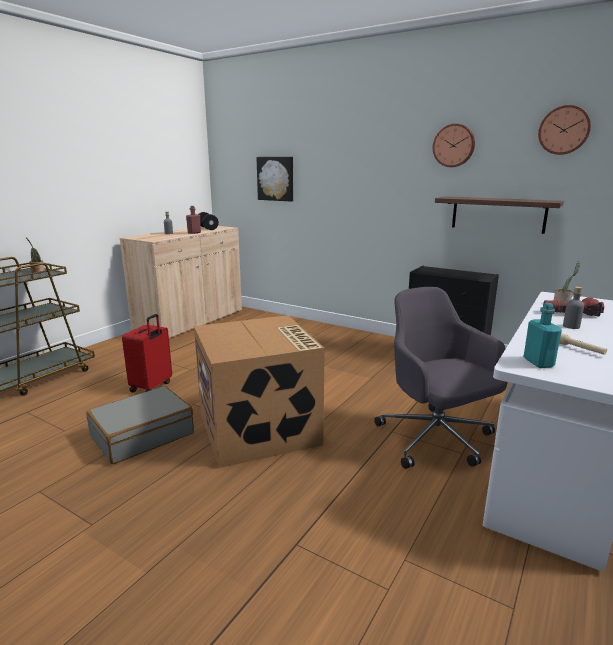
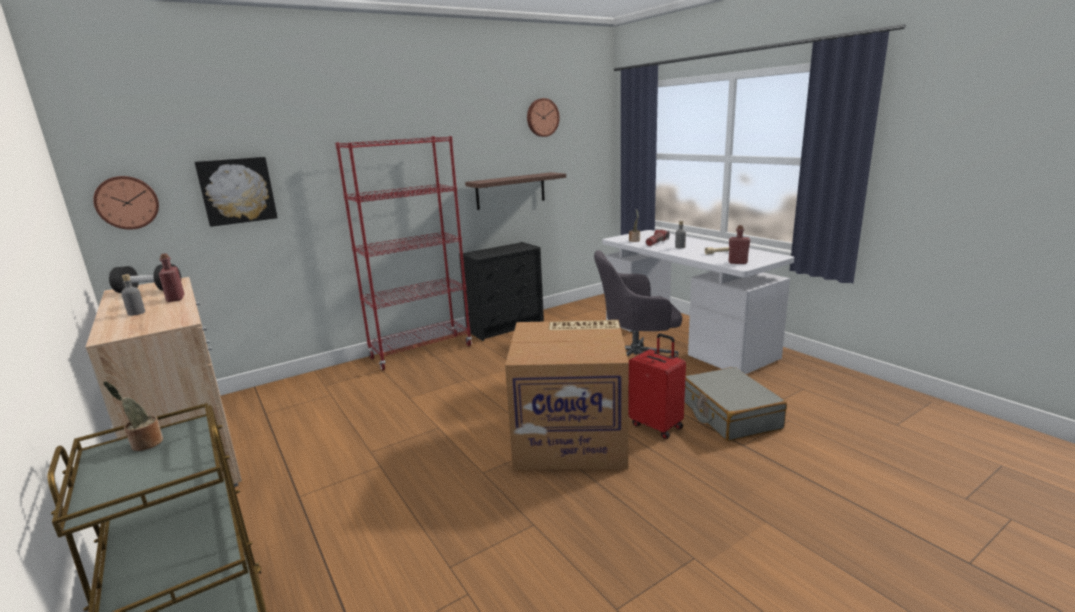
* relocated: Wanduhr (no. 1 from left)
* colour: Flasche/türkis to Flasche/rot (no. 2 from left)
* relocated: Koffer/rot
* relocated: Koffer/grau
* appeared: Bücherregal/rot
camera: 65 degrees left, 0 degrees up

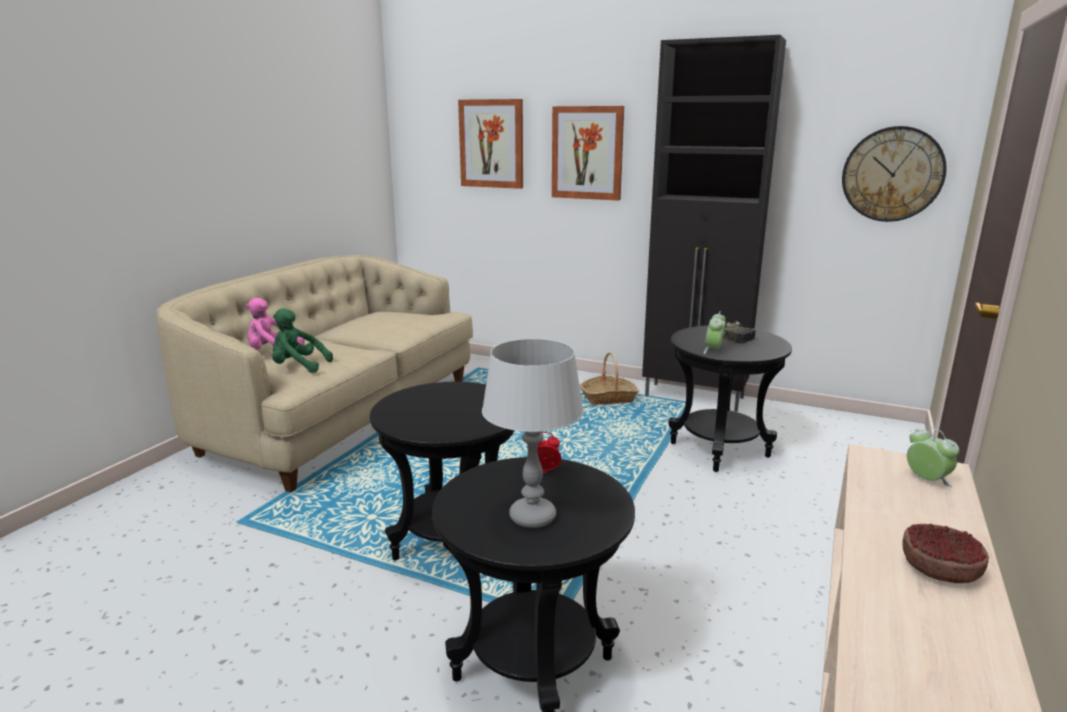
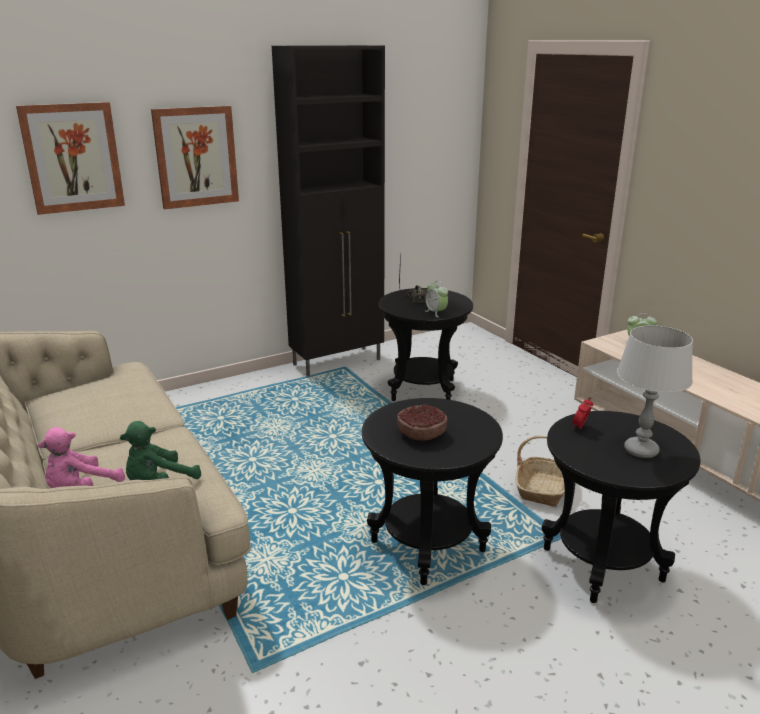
* missing: Wanduhr
* relocated: Korb
* relocated: Schüssel
camera: 55 degrees left, 5 degrees up

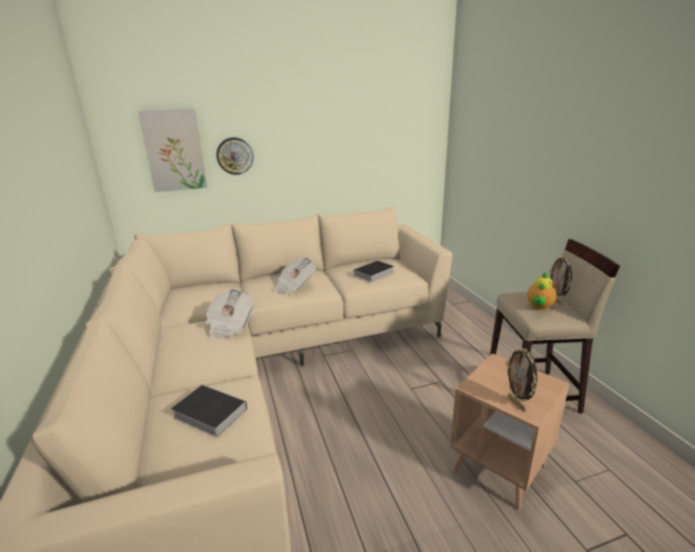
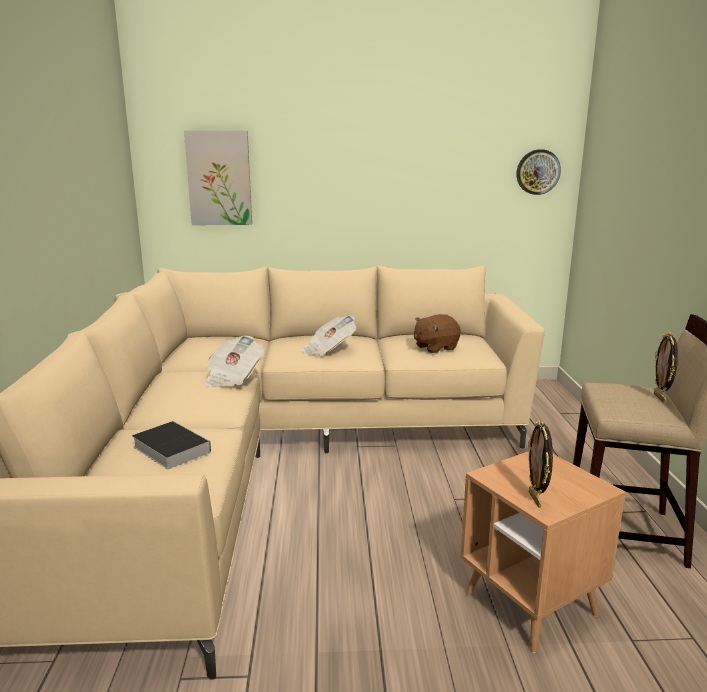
* relocated: Wanduhr
* exchanged: Buch (no. 2 from left) to Plüschtier/braun
* missing: Teekanne
camera: 15 degrees right, 5 degrees down

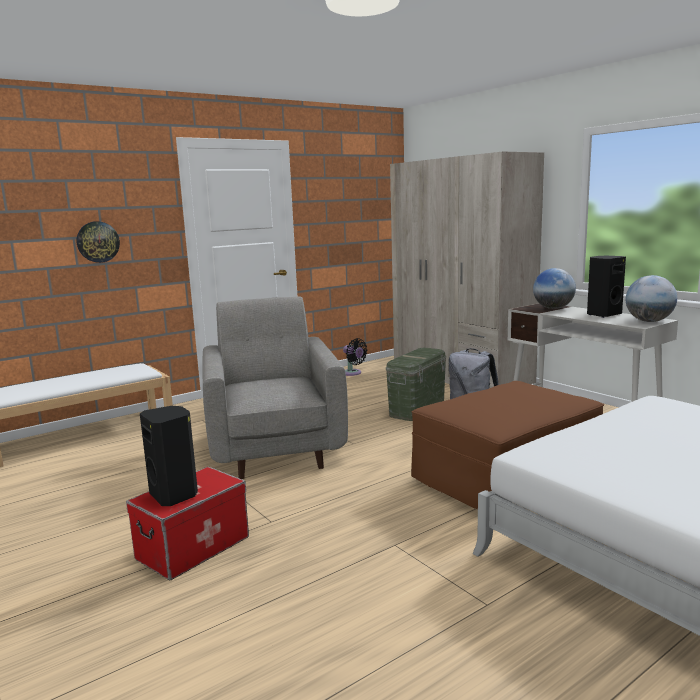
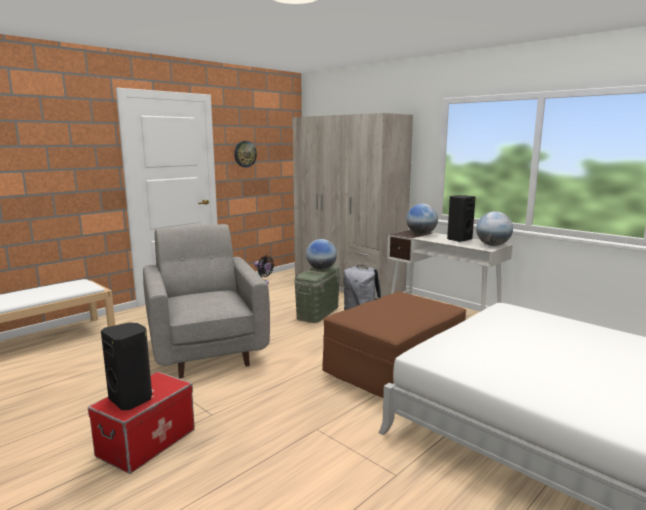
* relocated: Wanduhr
* appeared: Globus (no. 1 from left)
camera: 10 degrees left, 0 degrees up

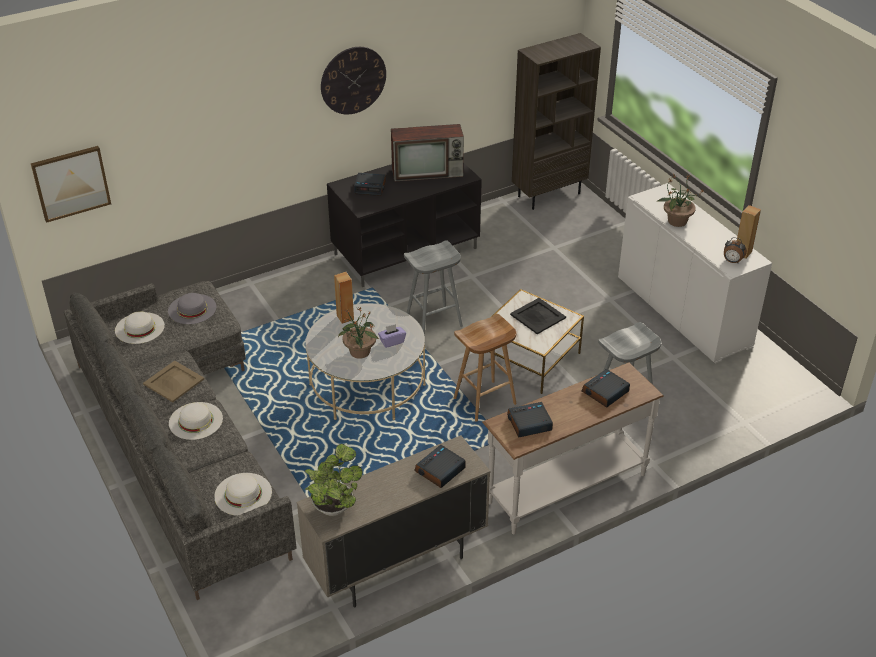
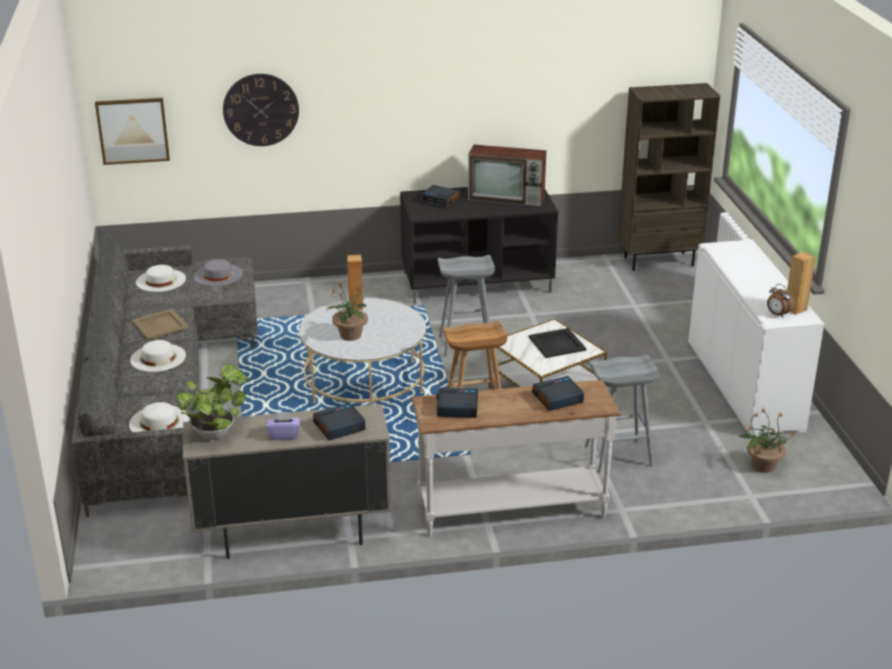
* relocated: Wanduhr
* relocated: Topfpflanze (no. 3 from left)
* relocated: Taschentuchbox/lila
camera: 20 degrees right, 10 degrees down

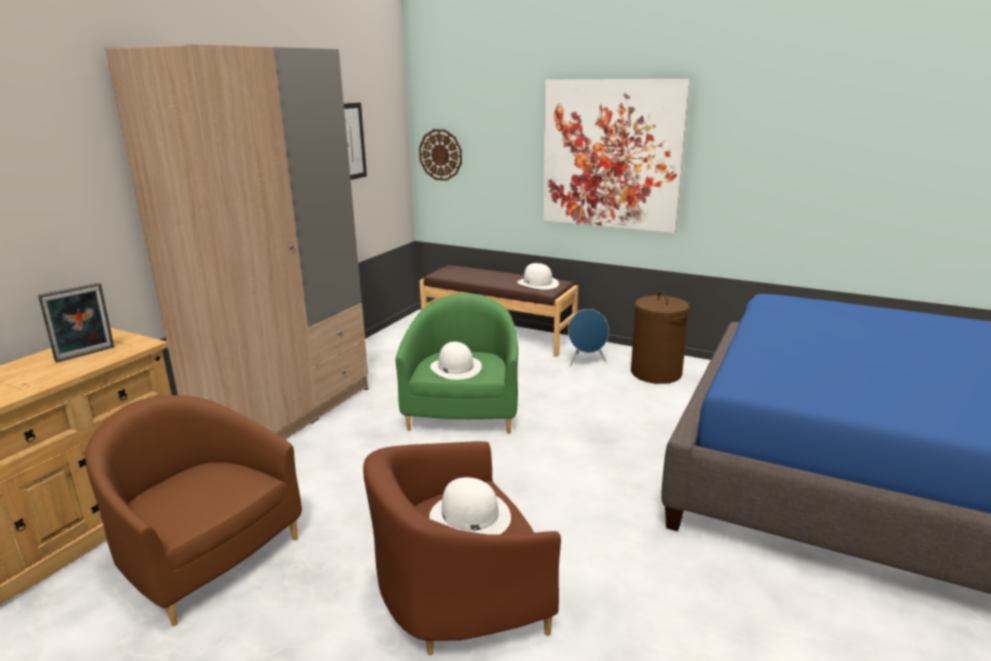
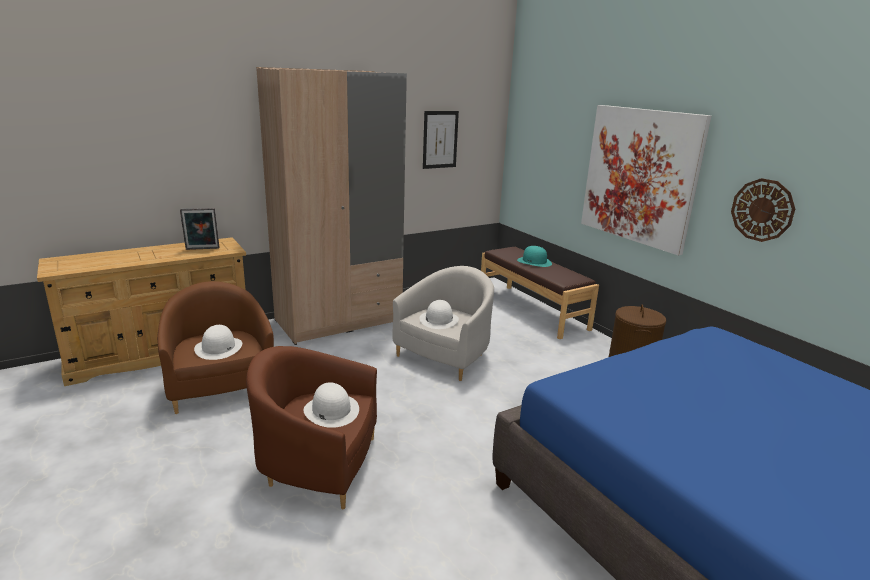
* relocated: Wanduhr
* relocated: Hut/weiß (no. 3 from left in the first image) to Hut/weiß (no. 1 from left)
* colour: Sessel/grün to Sessel/weiß
* missing: Lautsprecher/blau
* appeared: Hut/türkis
camera: 30 degrees right, 0 degrees up

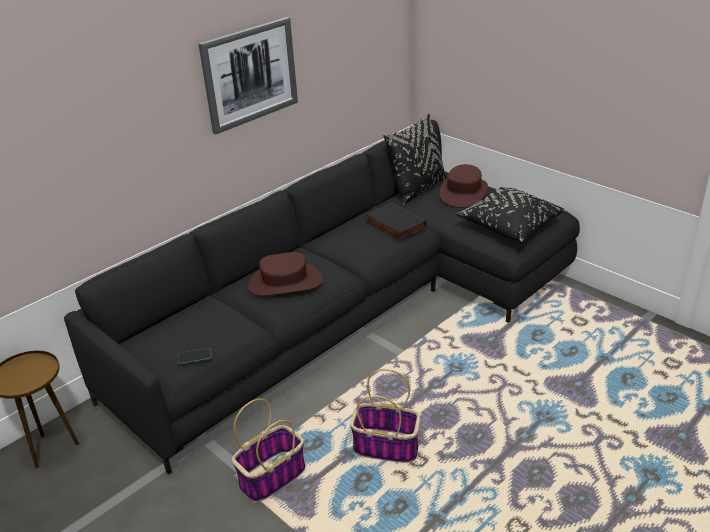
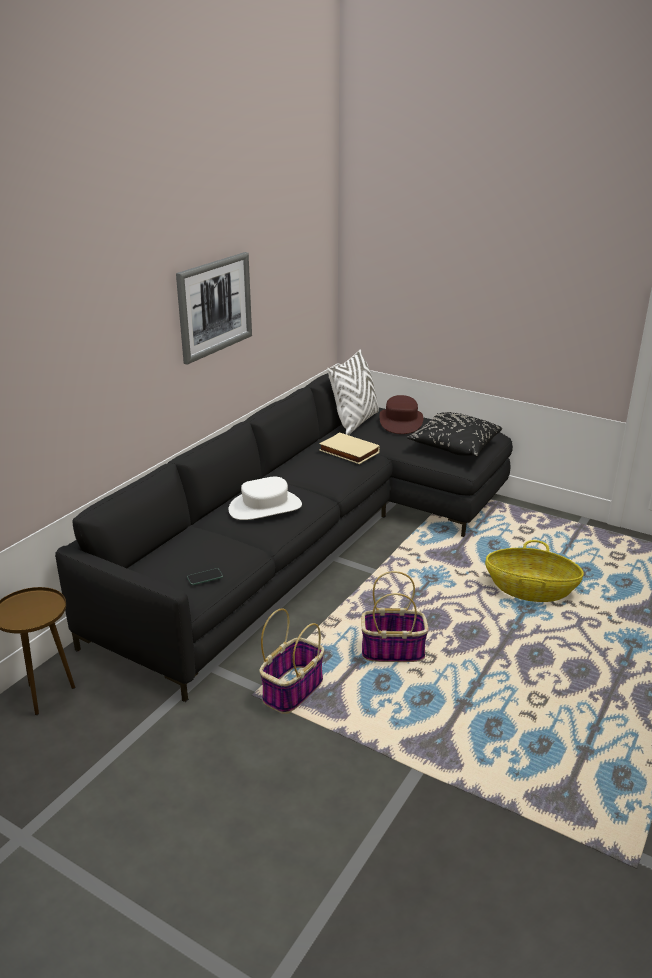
* colour: Kissen/schwarz (no. 1 from left) to Kissen/weiß
* colour: Buch/schwarz to Buch/beige
* colour: Hut/braun (no. 1 from left) to Hut/weiß
* appeared: Korb (no. 3 from left)
camera: 15 degrees left, 5 degrees down

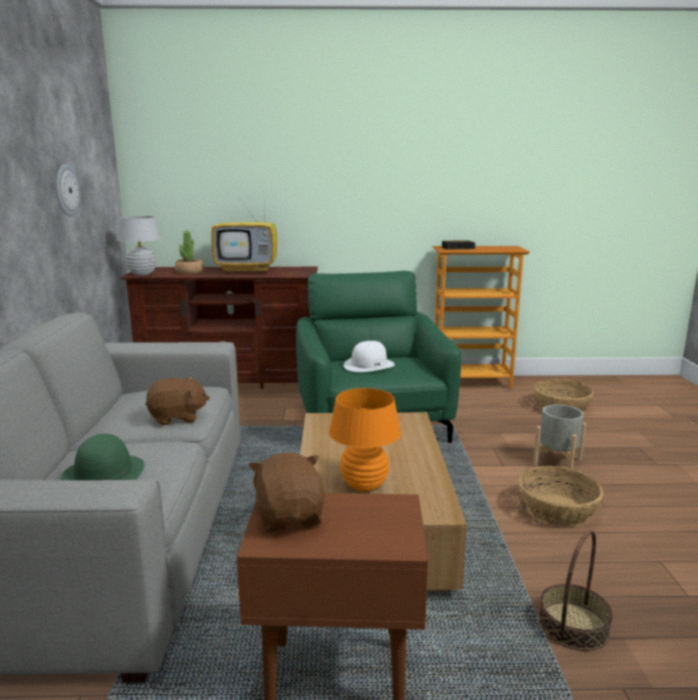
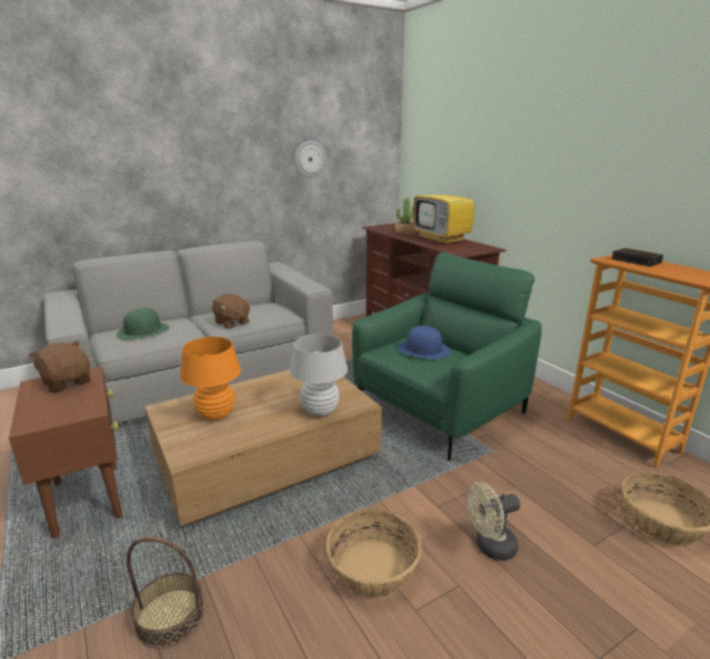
* relocated: Tischlampe/weiß
* colour: Hut/weiß to Hut/blau
* exchanged: Pflanzkübel/grau to Ventilator/beige
* spun: Plüschtier/braun (no. 2 from left in the first image) 90 degrees counterclockwise
camera: 60 degrees right, 5 degrees up

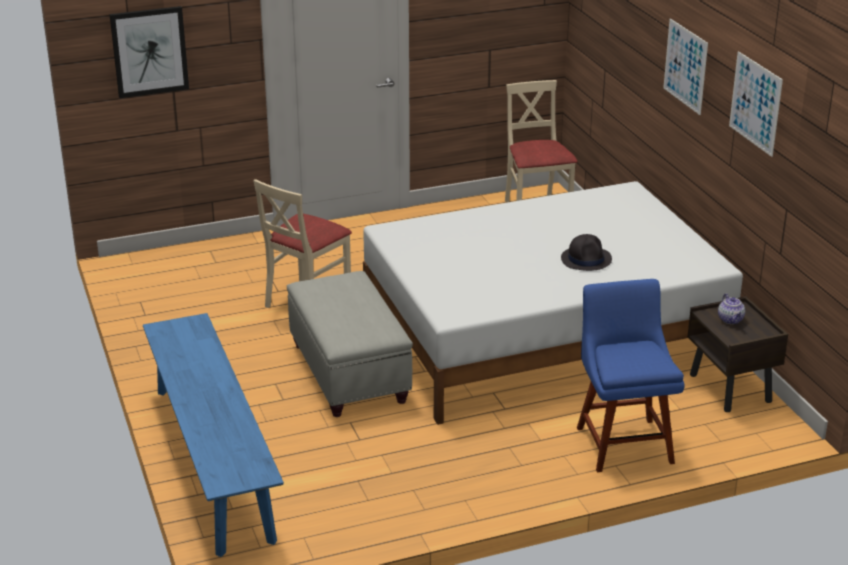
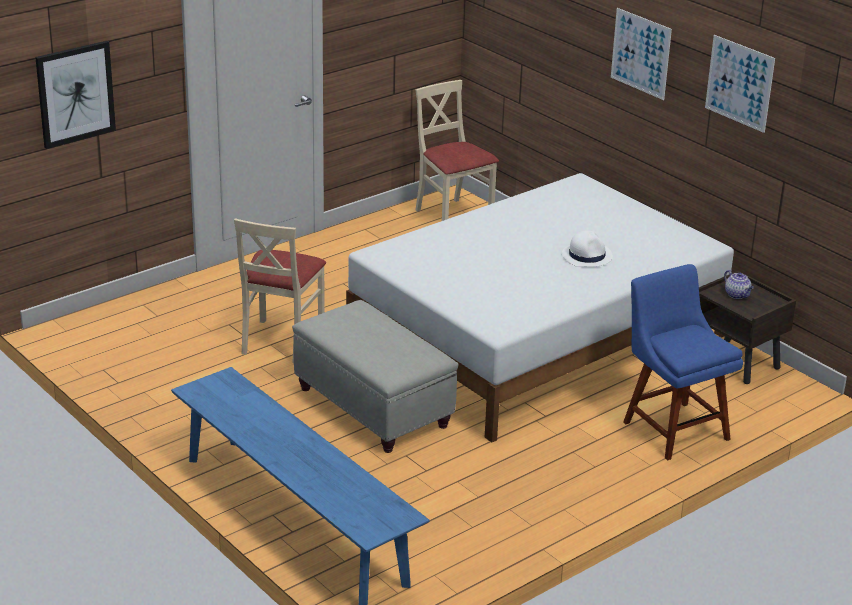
* colour: Hut/schwarz to Hut/weiß
camera: 20 degrees left, 0 degrees up

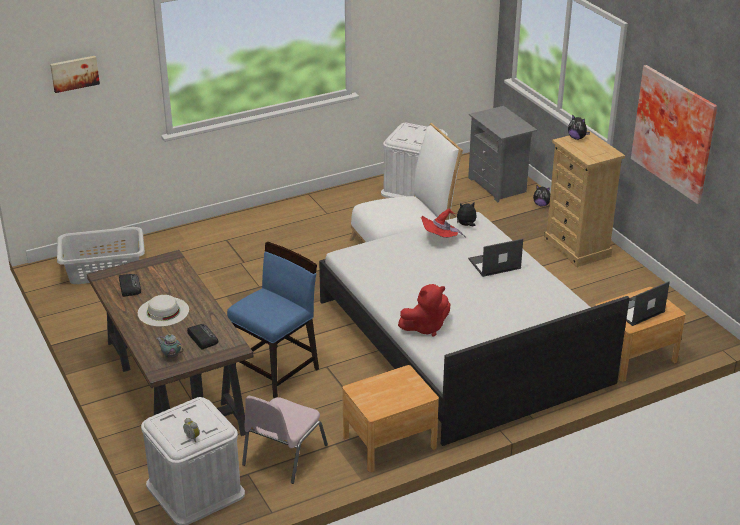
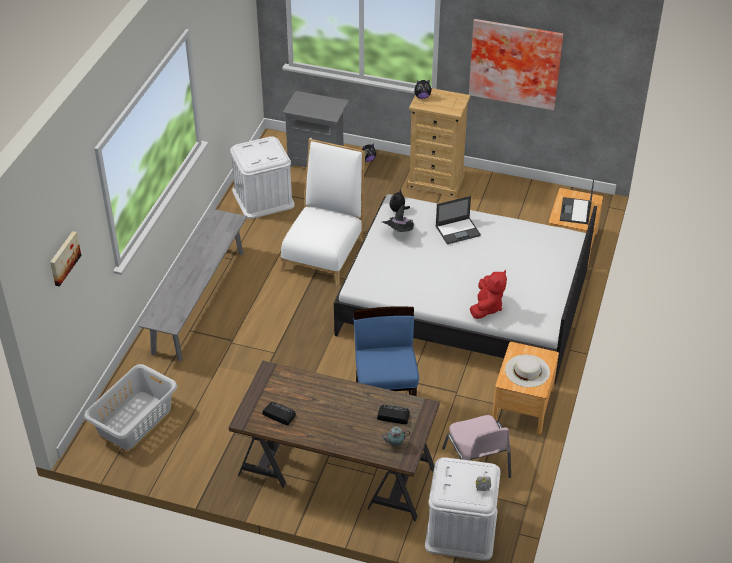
* colour: Hut/rot to Hut/schwarz
* spun: Laptop (no. 1 from left) 135 degrees counterclockwise
* relocated: Hut/weiß
* appeared: Bank/grau
camera: 45 degrees left, 10 degrees up

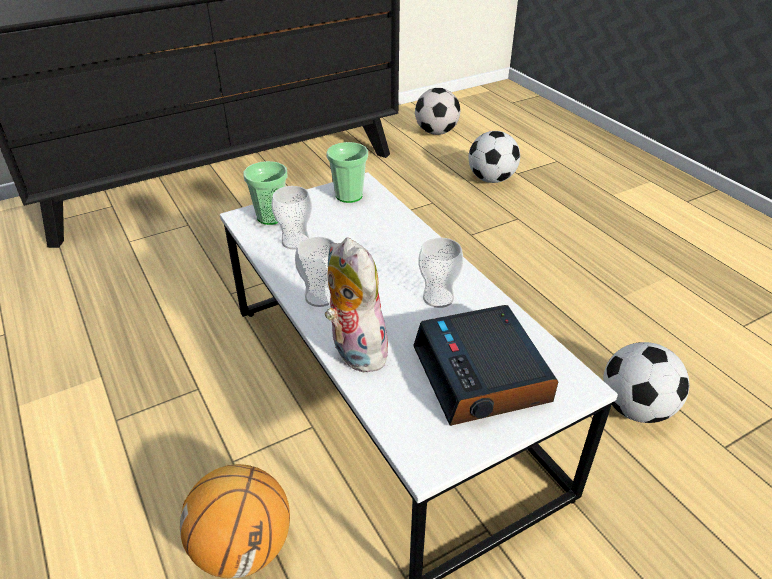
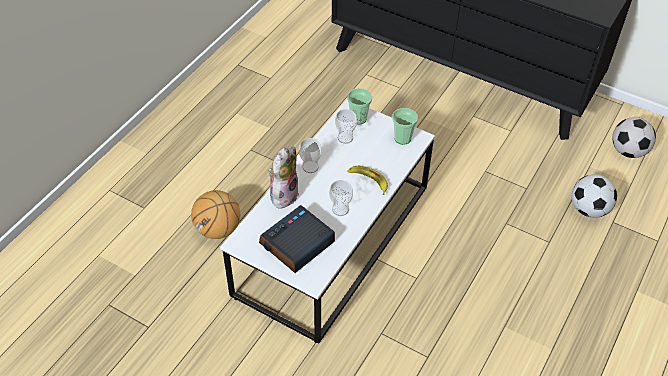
* missing: Fußball (no. 3 from left)
* appeared: Banane
camera: 60 degrees right, 10 degrees up

